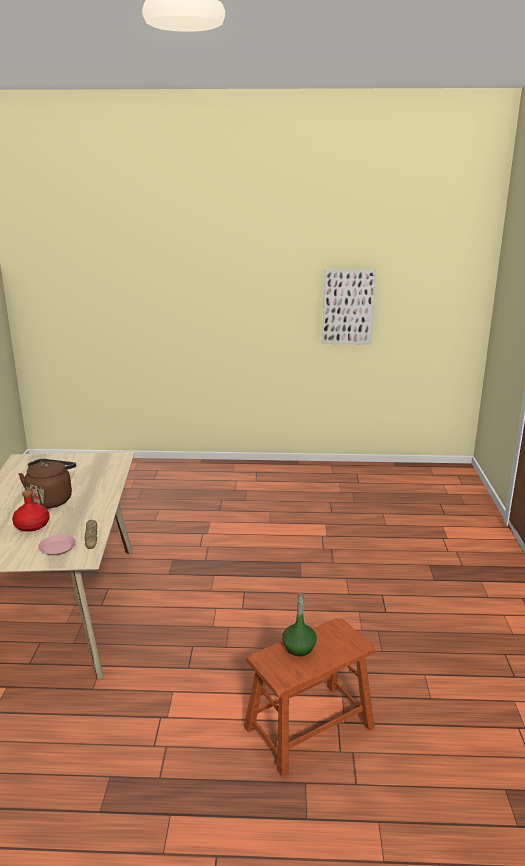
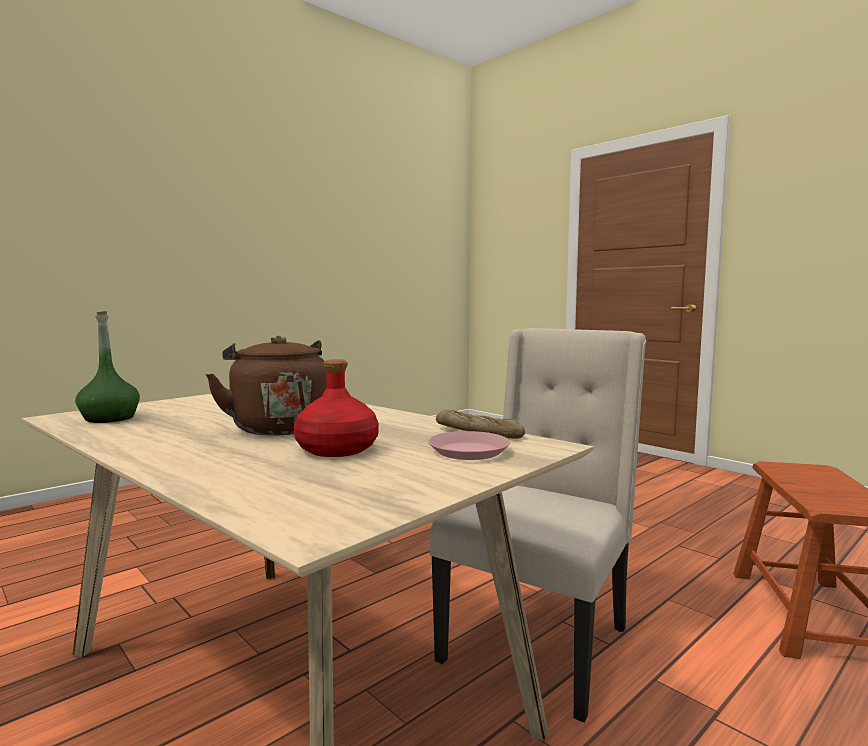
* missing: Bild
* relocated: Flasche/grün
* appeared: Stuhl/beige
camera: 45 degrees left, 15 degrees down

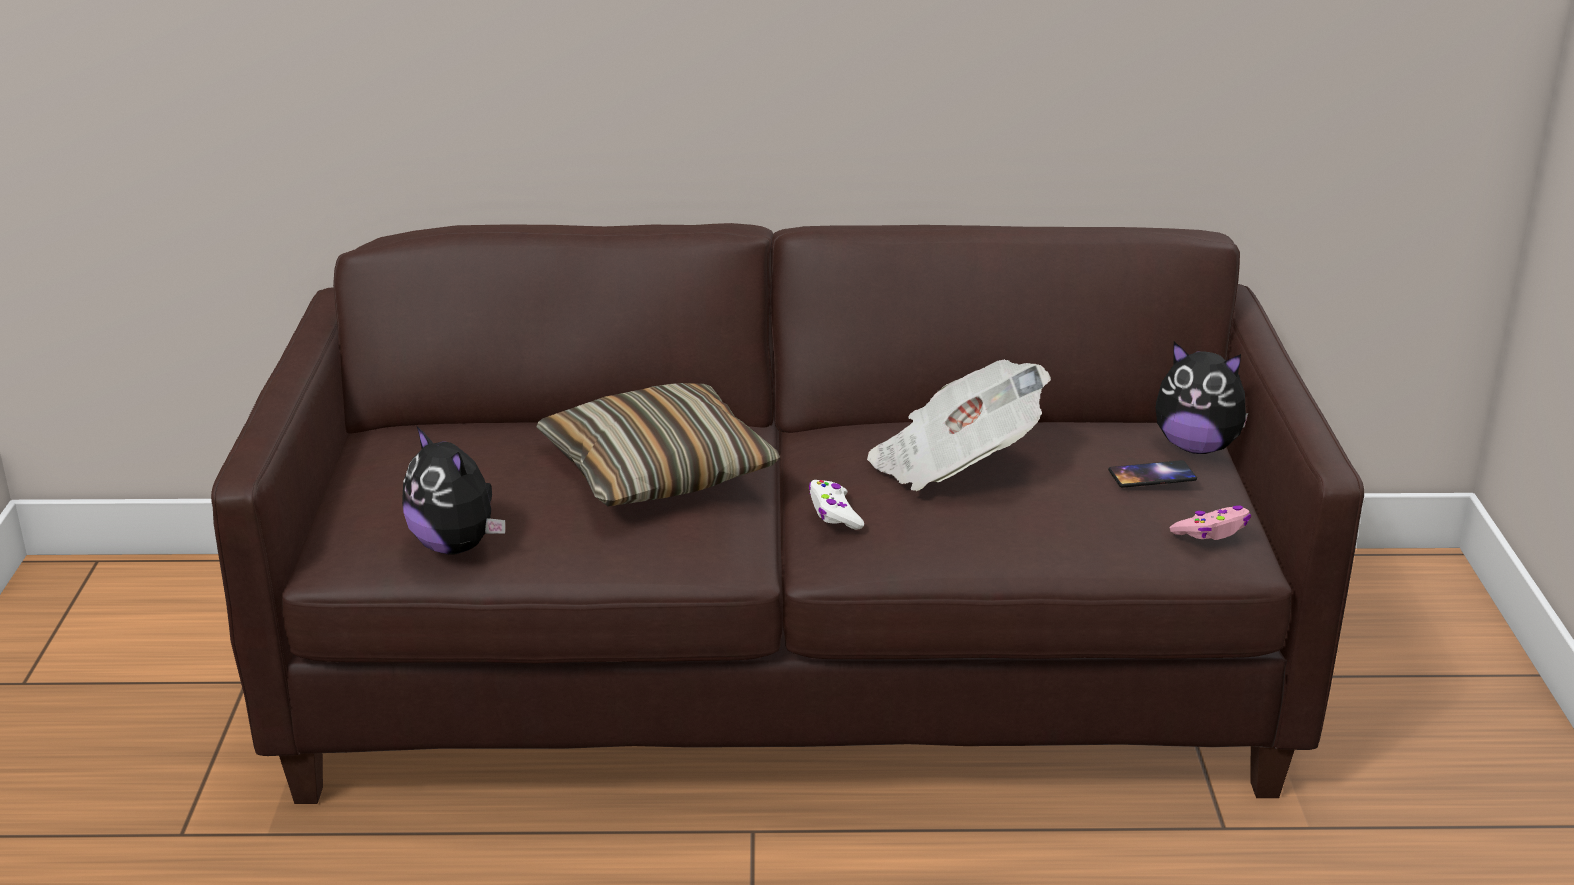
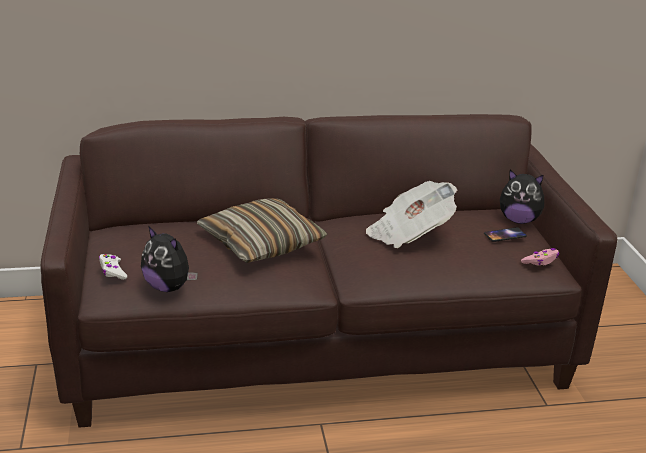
* relocated: Gamepad/weiß
camera: 10 degrees left, 0 degrees up

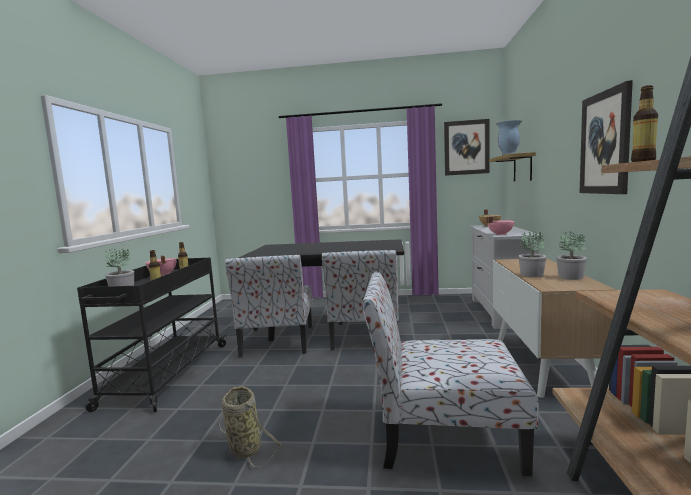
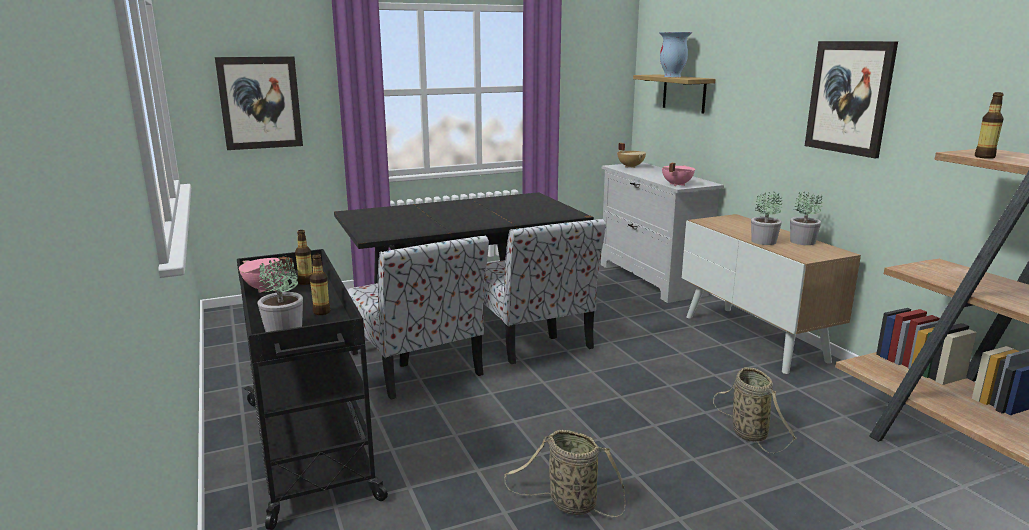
* relocated: Bild (no. 1 from left)
* exchanged: Stuhl (no. 3 from left) to Korb (no. 2 from left)
camera: 30 degrees left, 10 degrees up

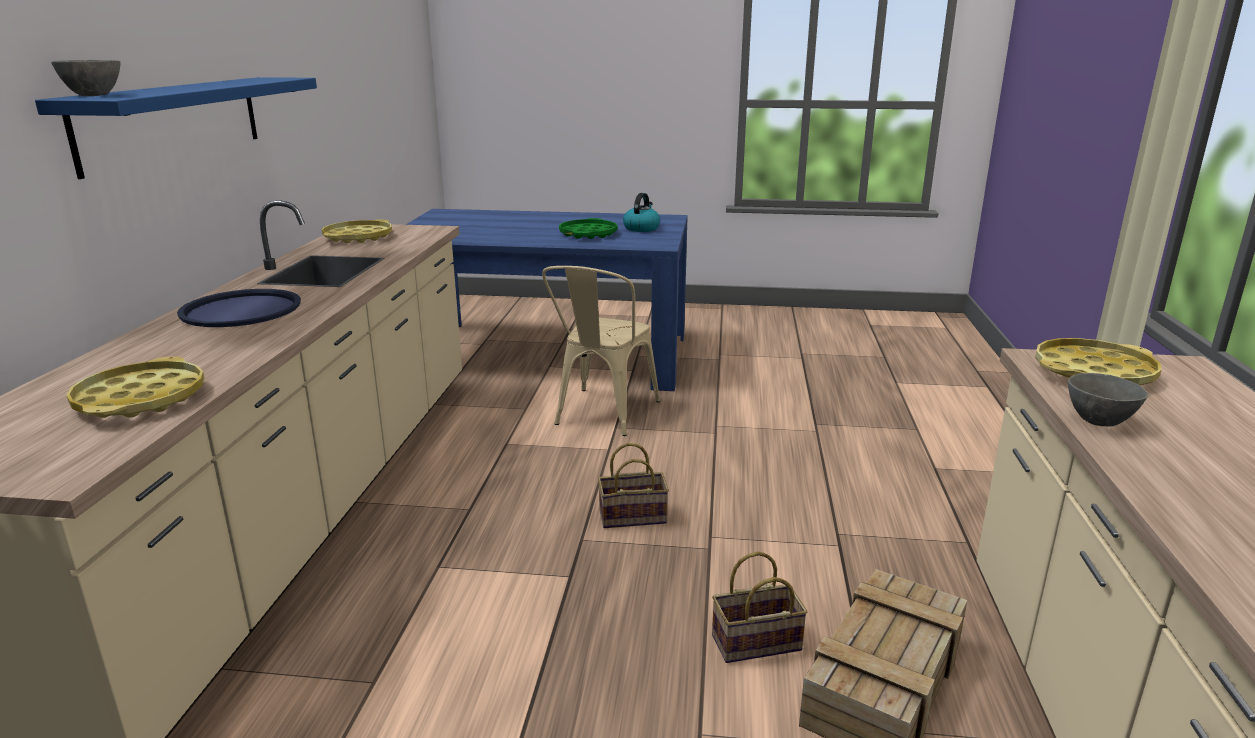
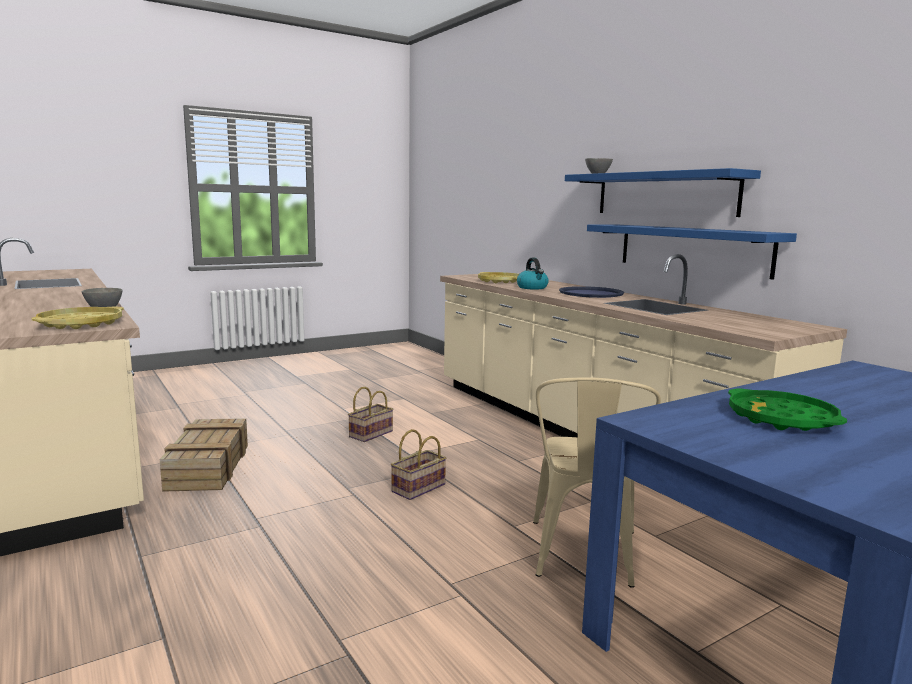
* relocated: Wasserkessel
* missing: Tablett/gelb (no. 2 from left)
* spun: Stuhl/beige 150 degrees counterclockwise
* relocated: Korb (no. 2 from left in the first image) to Korb (no. 1 from left)
* appeared: Wandregal/blau (no. 2 from left)
camera: 140 degrees right, 10 degrees down

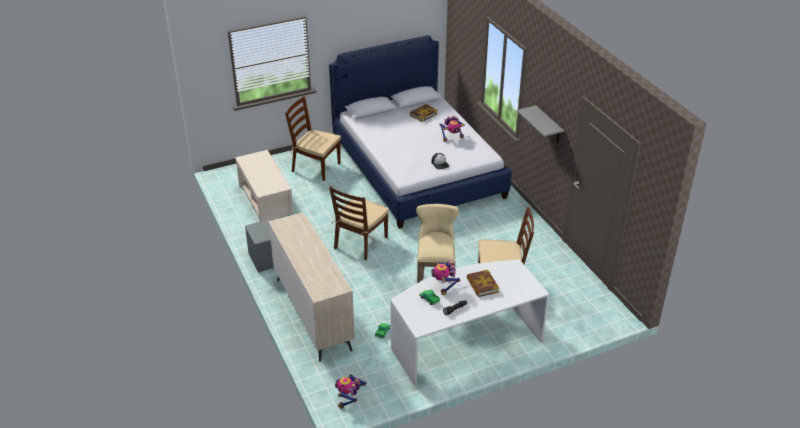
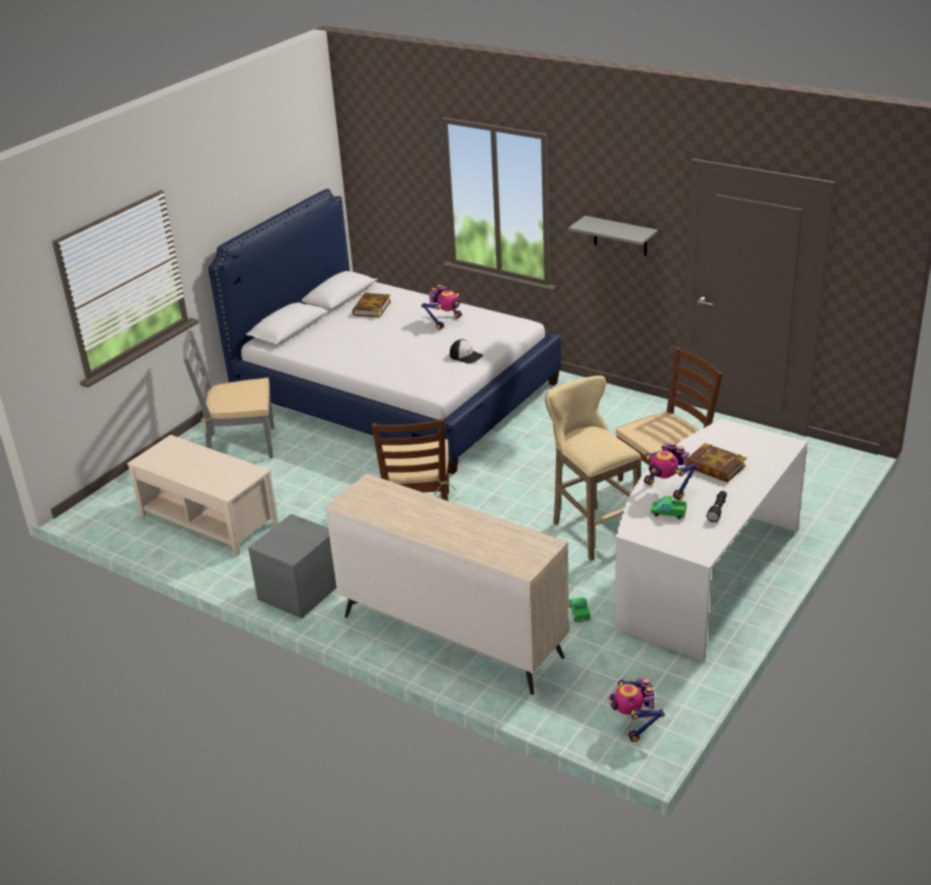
* colour: Stuhl/braun (no. 1 from left) to Stuhl/grau
camera: 30 degrees left, 5 degrees down

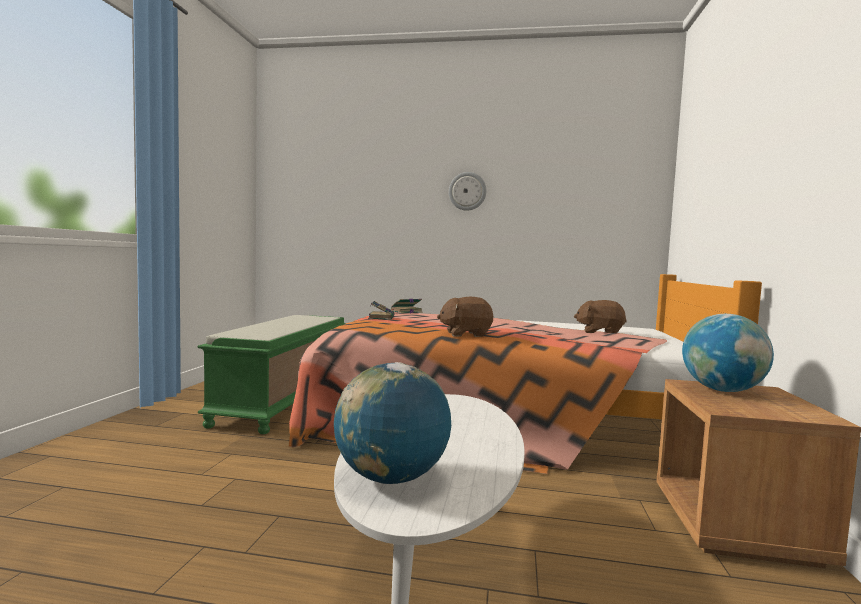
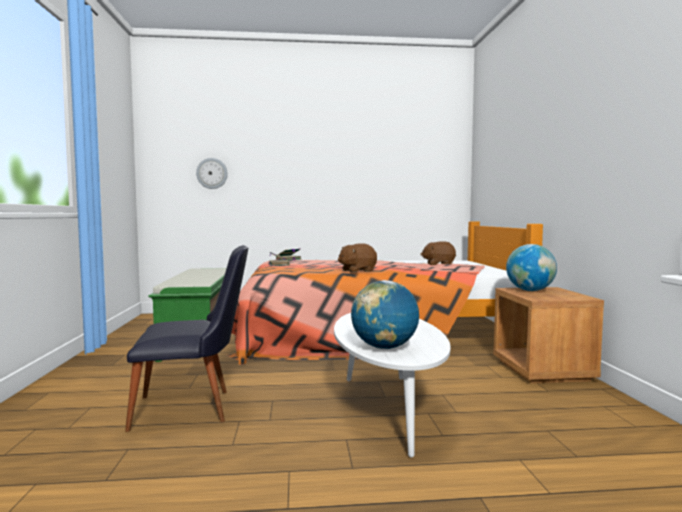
* relocated: Wanduhr
* appeared: Stuhl/schwarz
camera: 15 degrees left, 0 degrees up

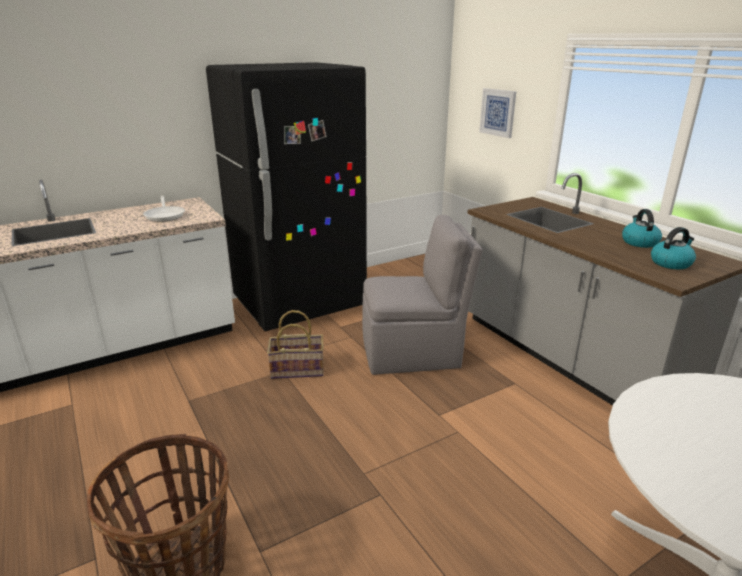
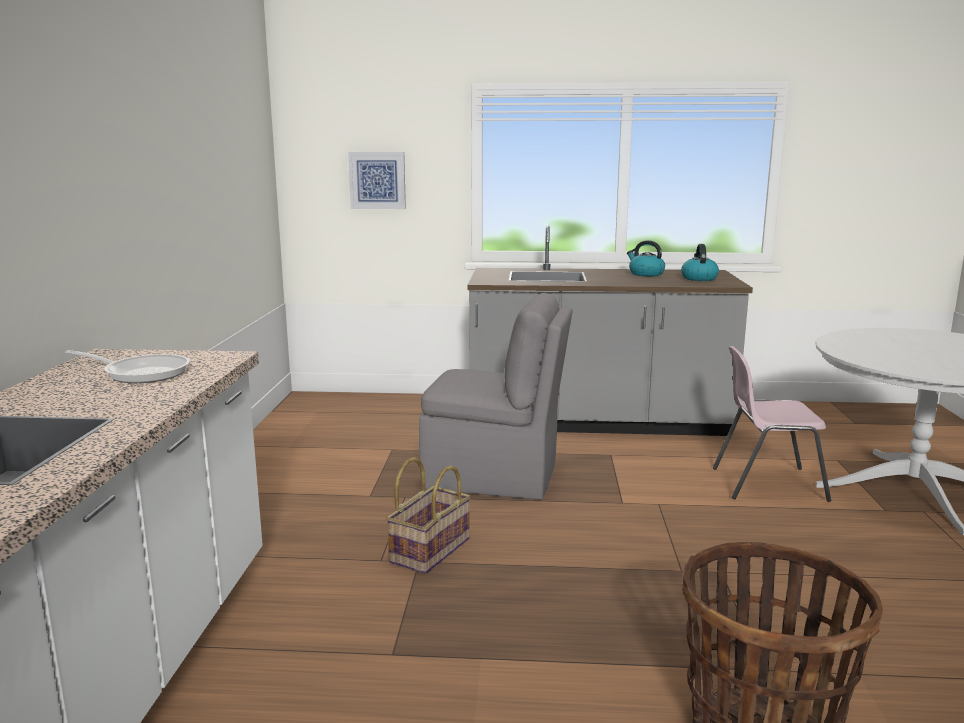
* missing: Kühlschrank/schwarz
* spun: Stuhl/grau 75 degrees clockwise
* appeared: Stuhl/rosa
camera: 55 degrees left, 10 degrees down

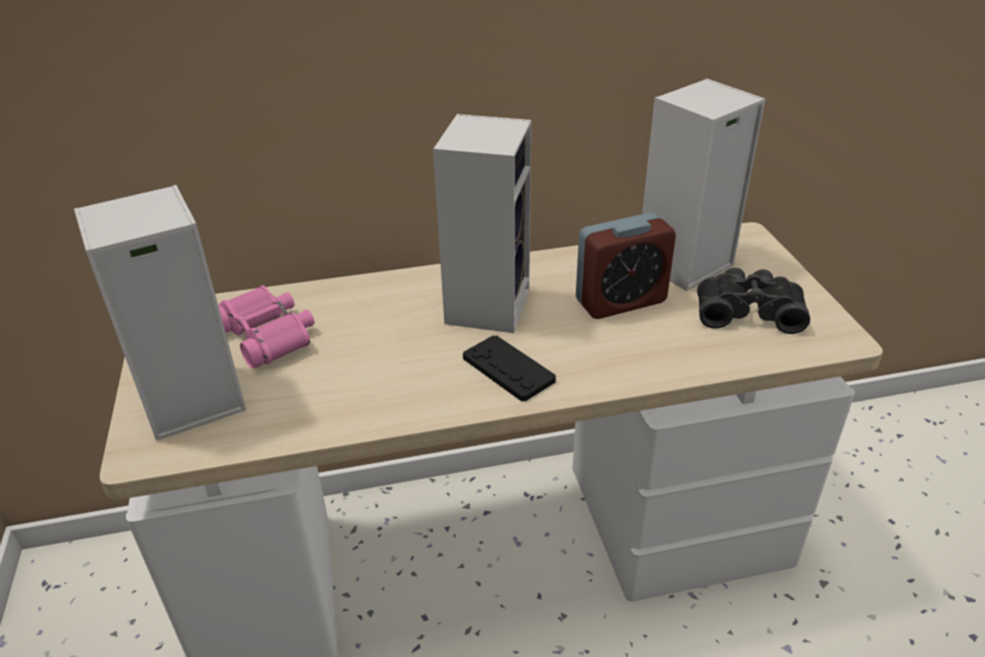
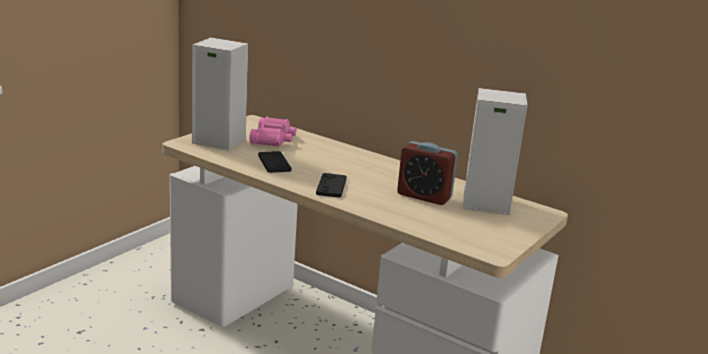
* missing: Lautsprecher (no. 2 from left)
* missing: Fernglas/schwarz
* appeared: Gamepad/schwarz (no. 1 from left)
camera: 45 degrees right, 15 degrees down

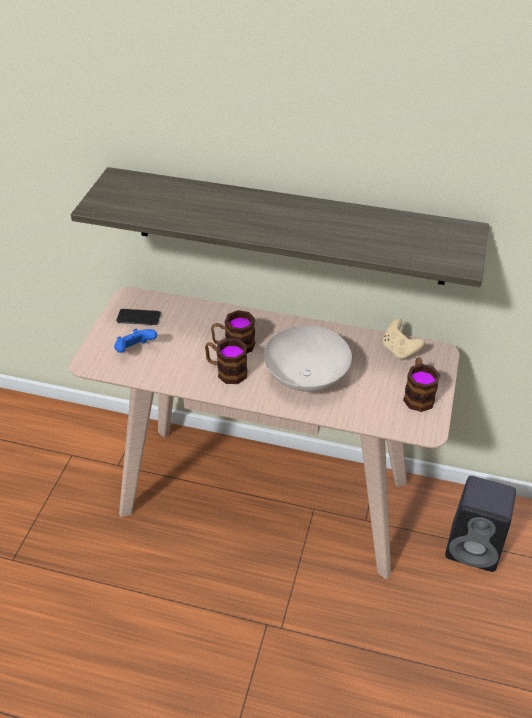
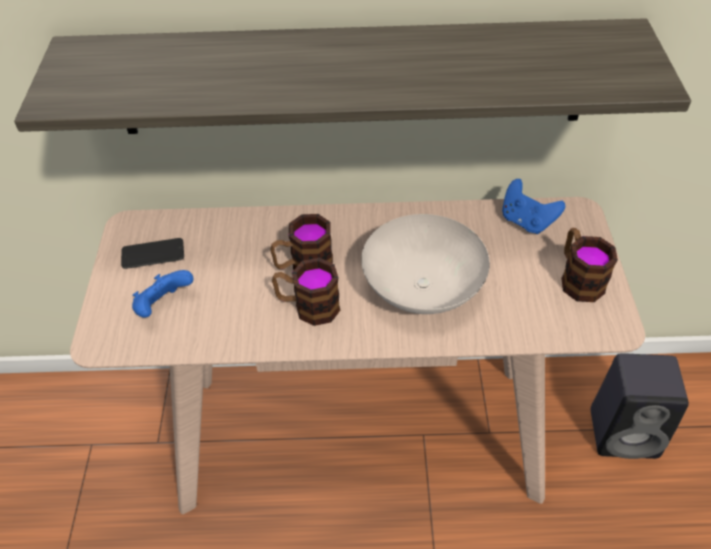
* colour: Gamepad/beige to Gamepad/blau (no. 2 from left)
camera: 15 degrees left, 5 degrees up

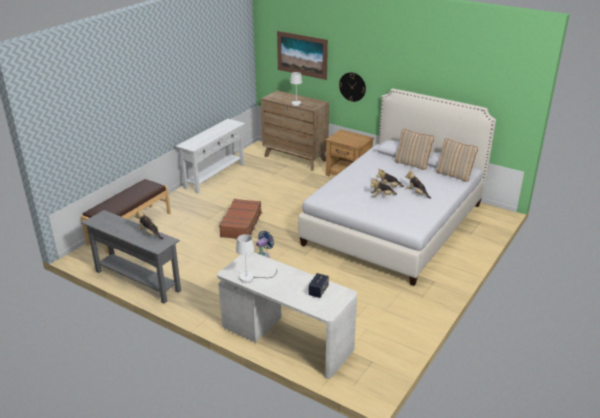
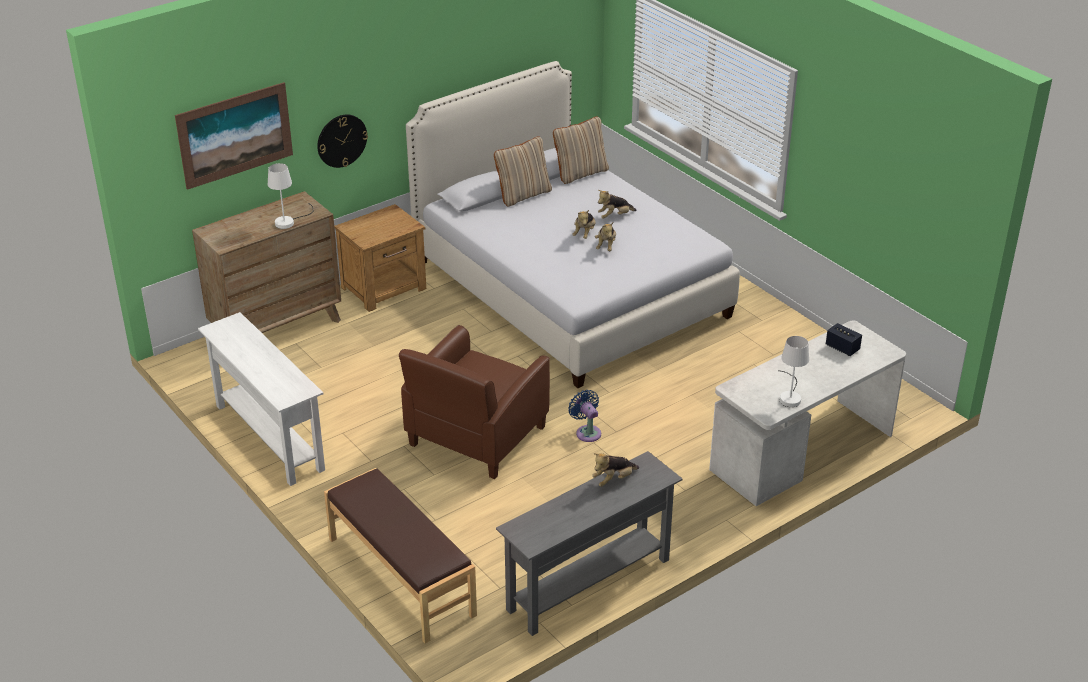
* exchanged: Koffer/braun to Sessel/braun
camera: 70 degrees left, 5 degrees up

